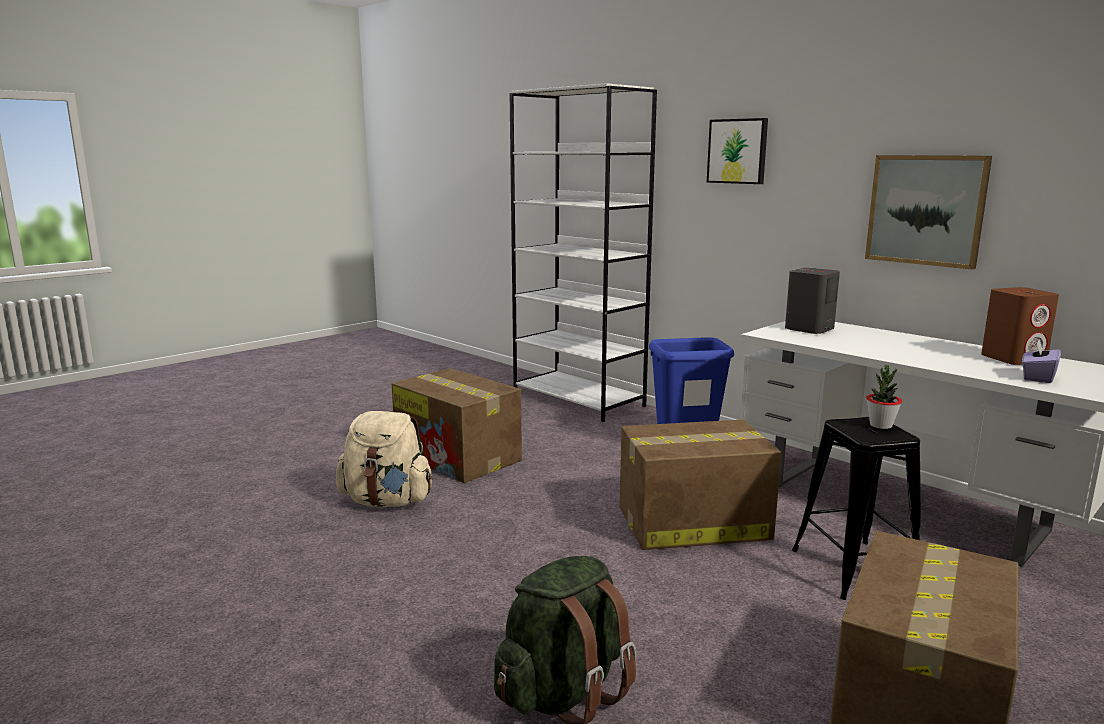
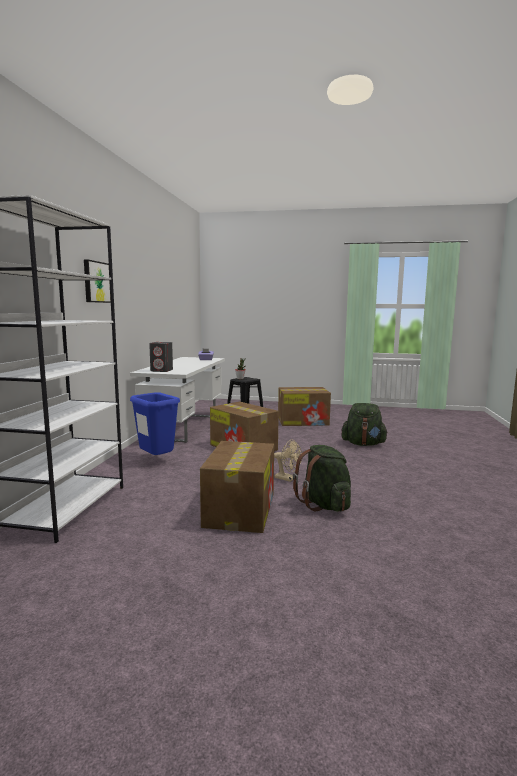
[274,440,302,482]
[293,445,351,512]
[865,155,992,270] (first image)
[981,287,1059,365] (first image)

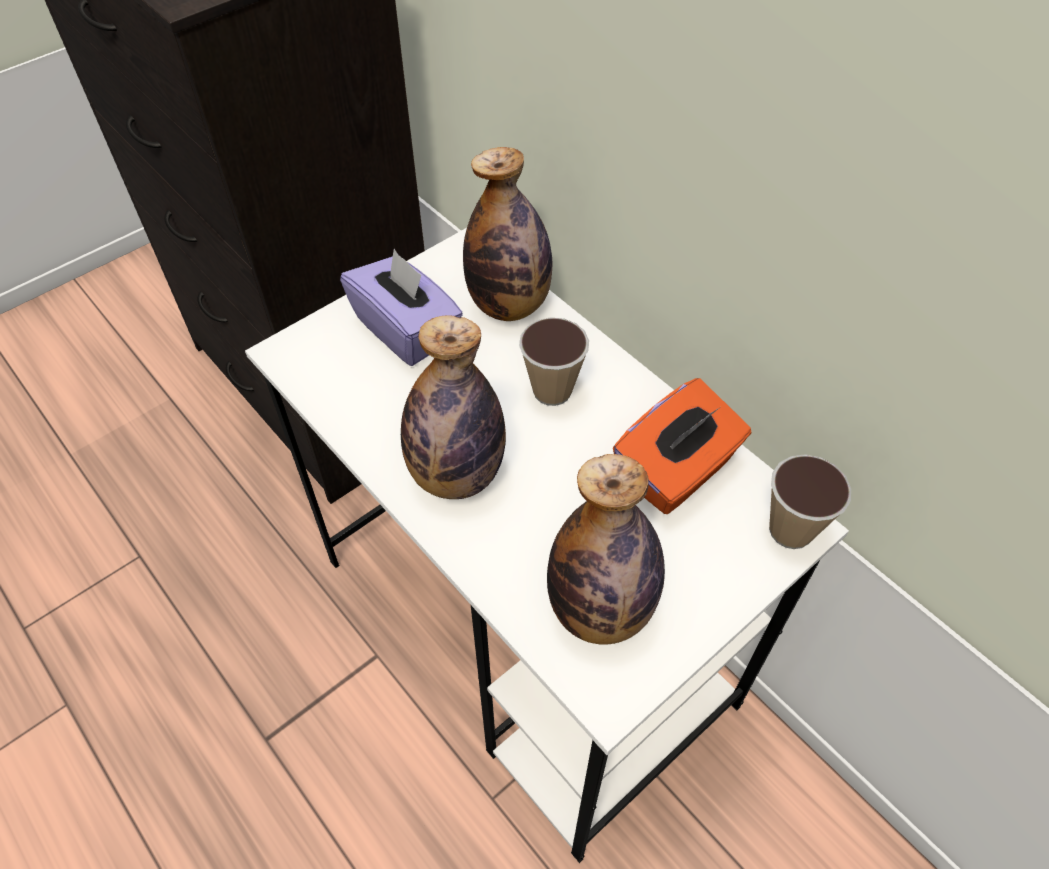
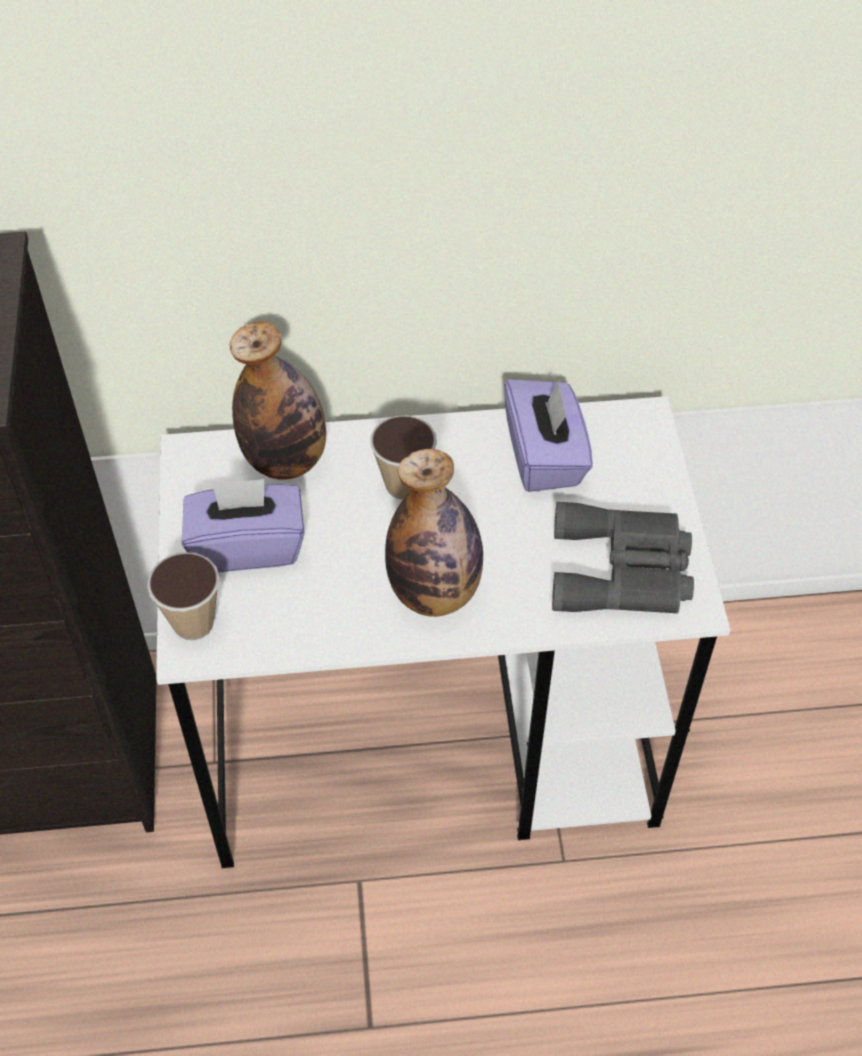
[147,552,220,640]
[504,380,593,492]
[552,502,694,614]

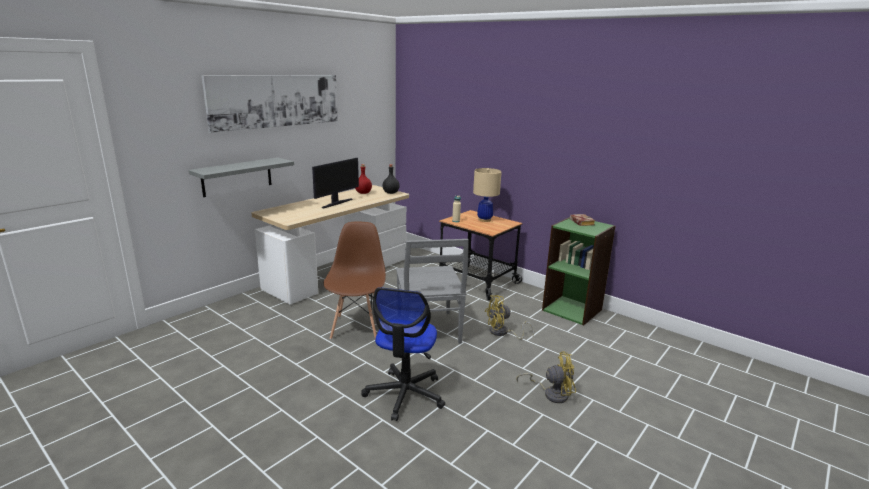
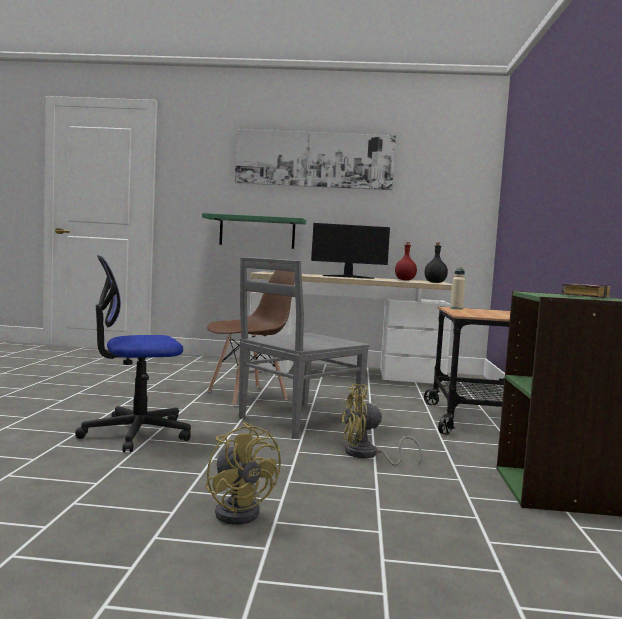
[202,213,306,249]
[341,384,422,466]
[473,168,502,222] (first image)

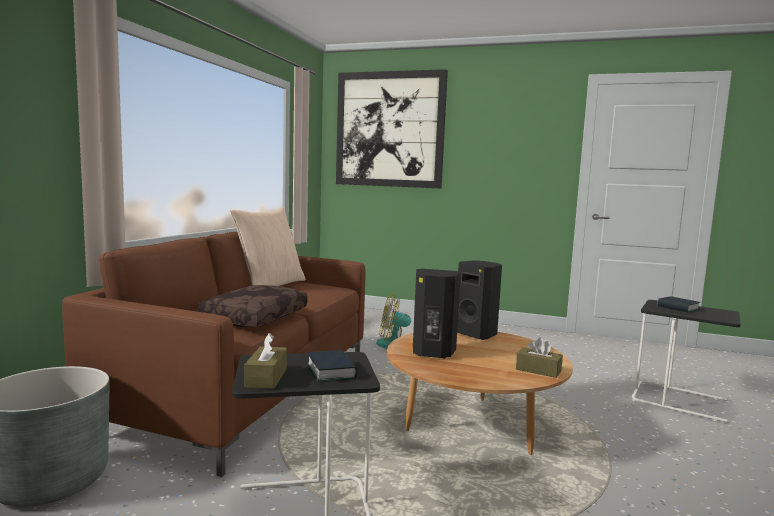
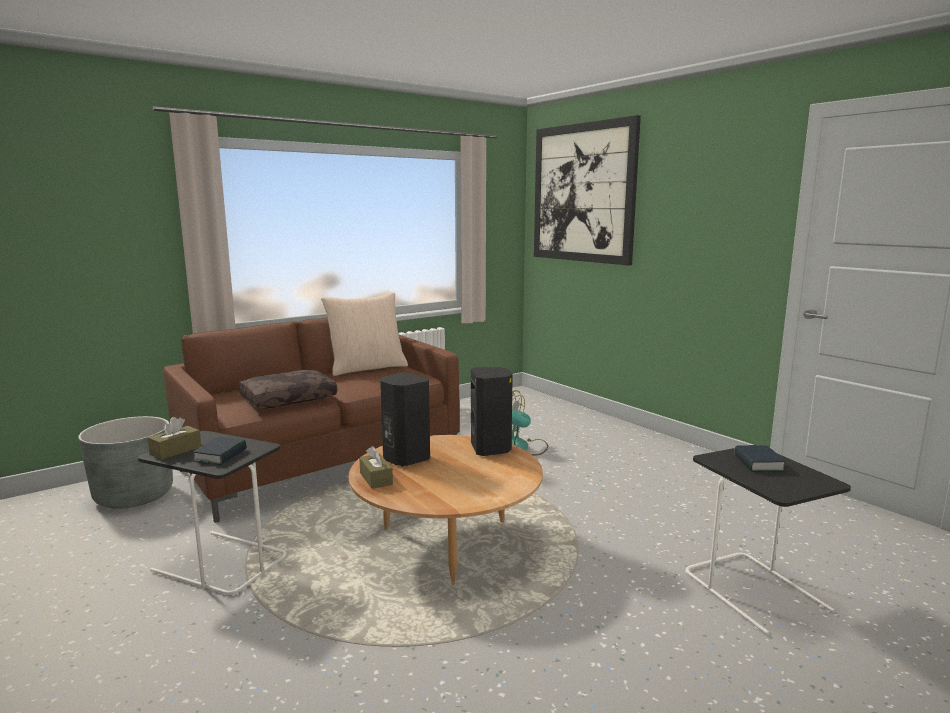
[359,446,393,489]

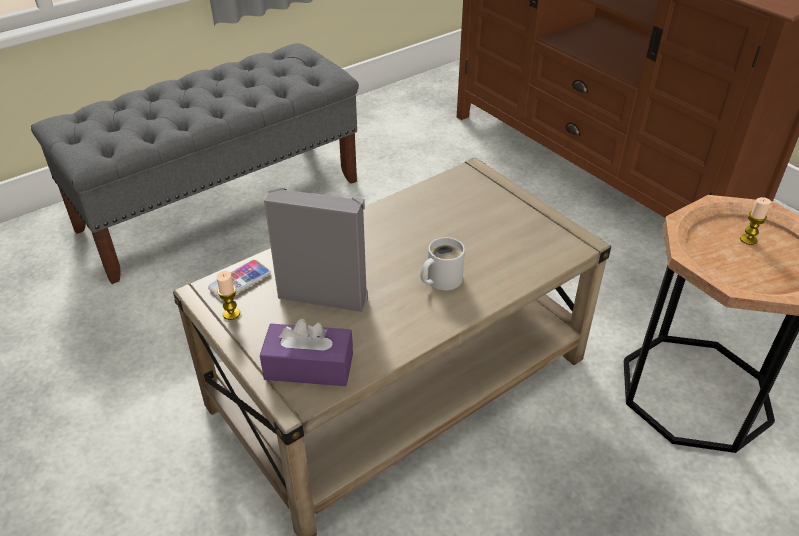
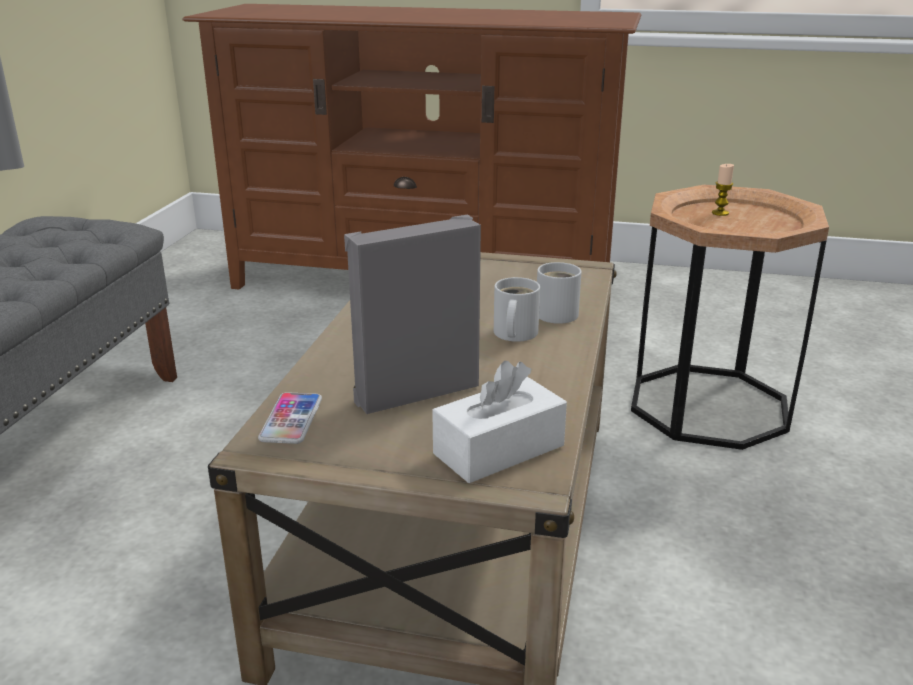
[432,361,567,483]
[537,262,581,324]
[217,271,240,320] (first image)

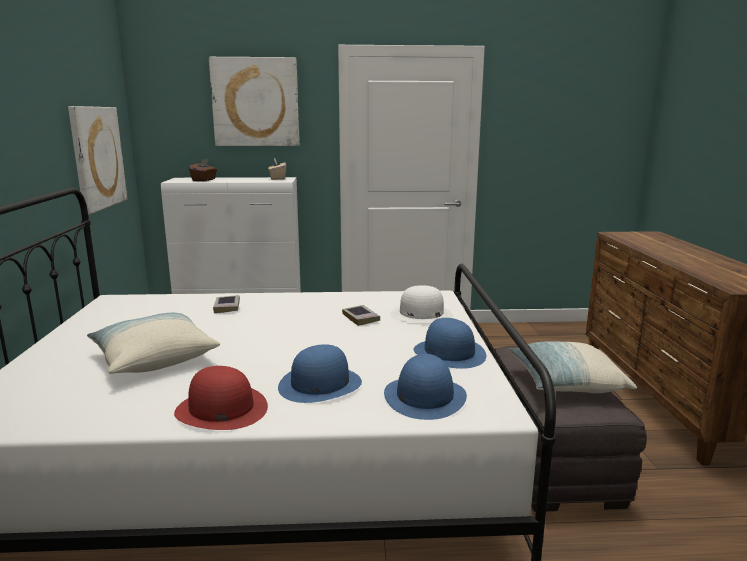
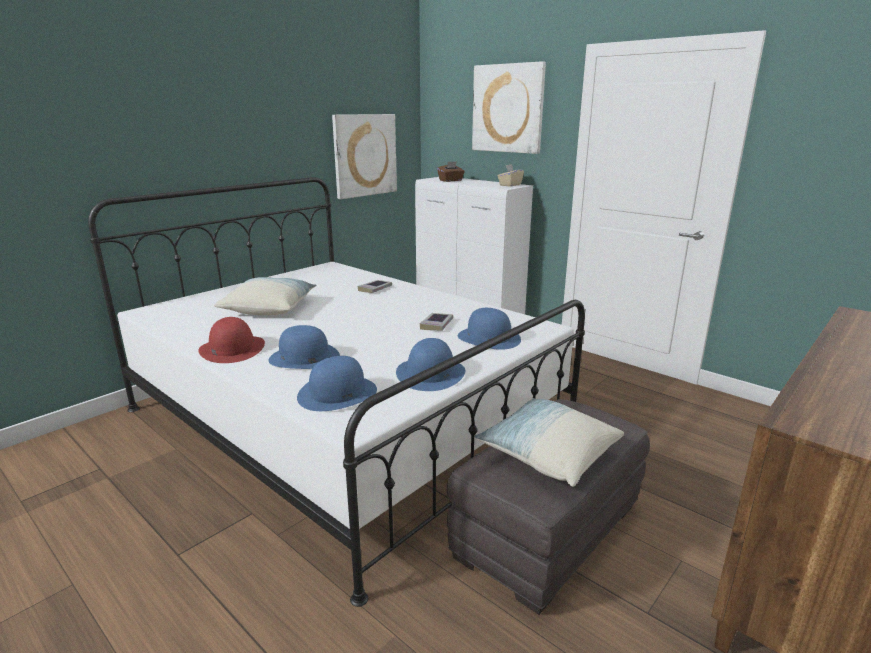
[458,308,521,350]

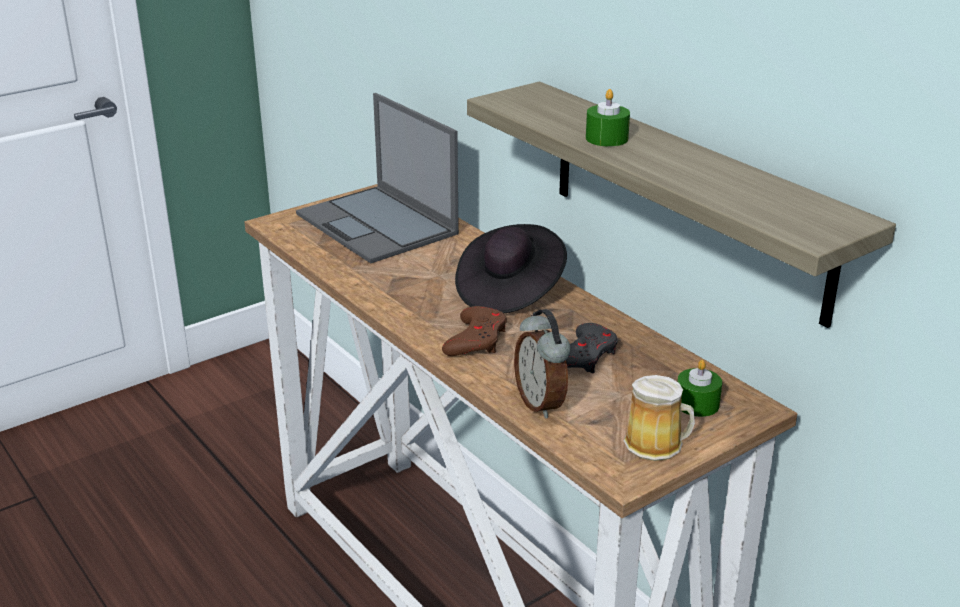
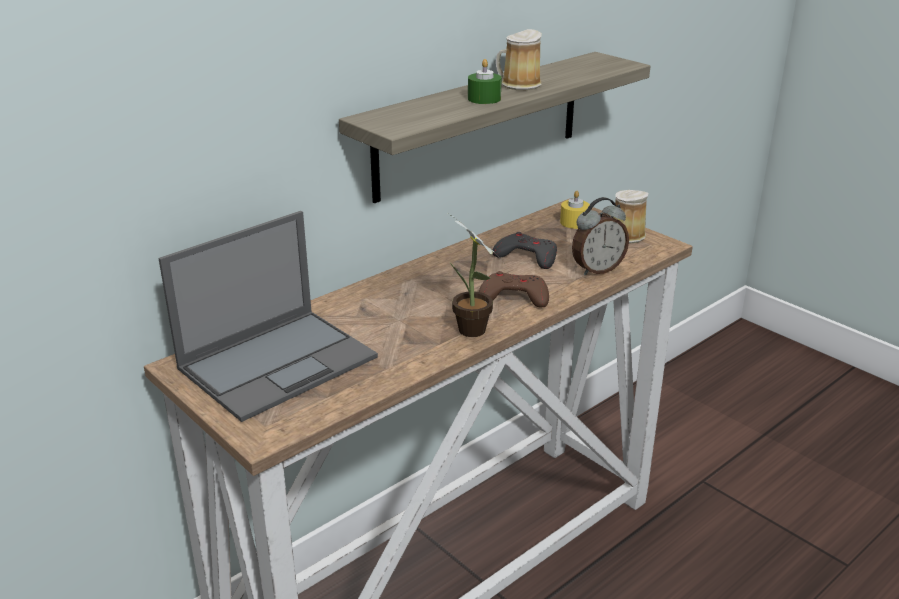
[449,214,503,337]
[496,29,542,90]
[560,191,590,229]
[455,224,567,313] (first image)

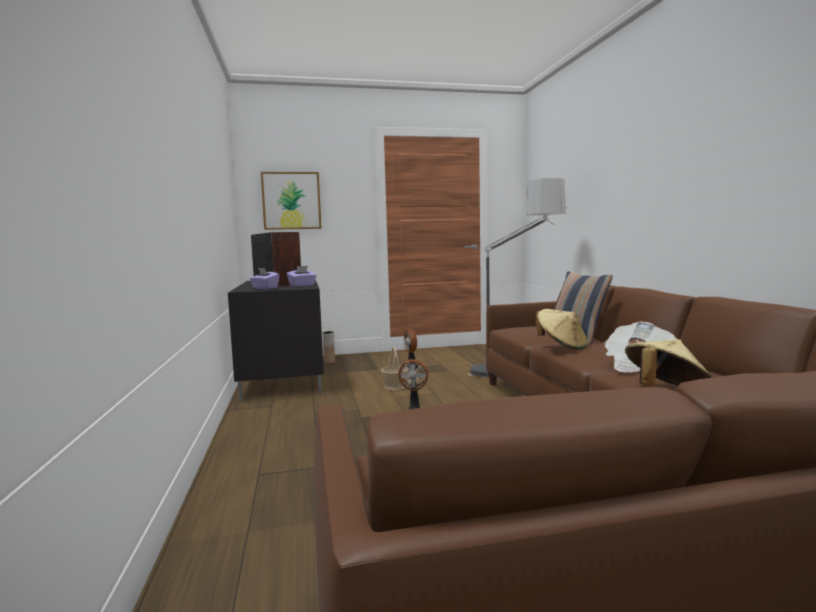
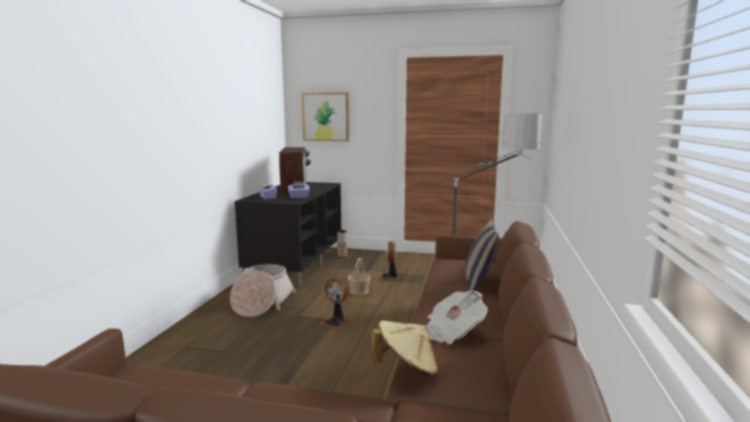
[230,264,296,317]
[536,309,588,350] (first image)

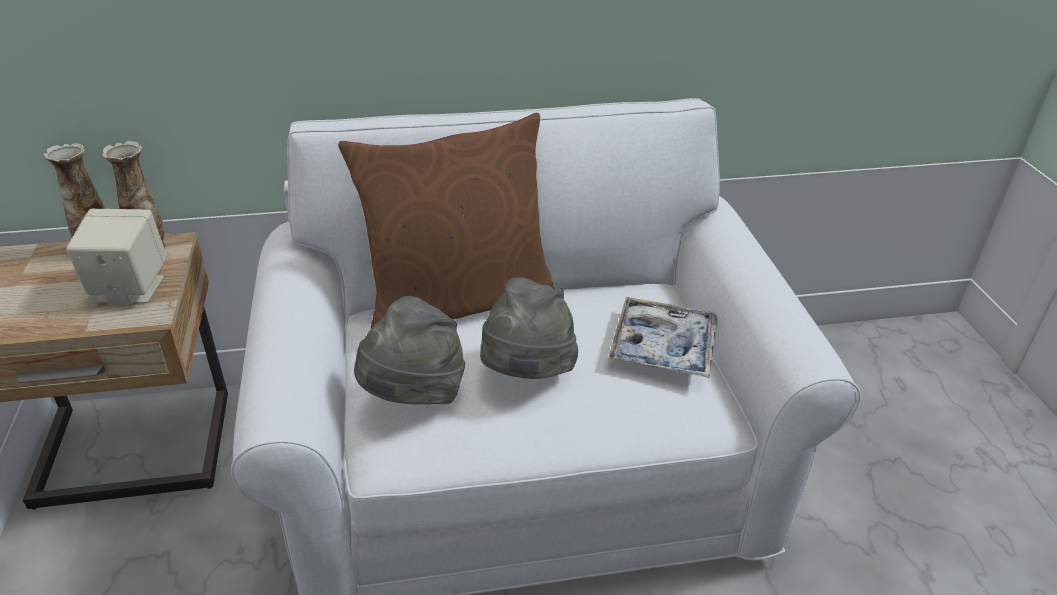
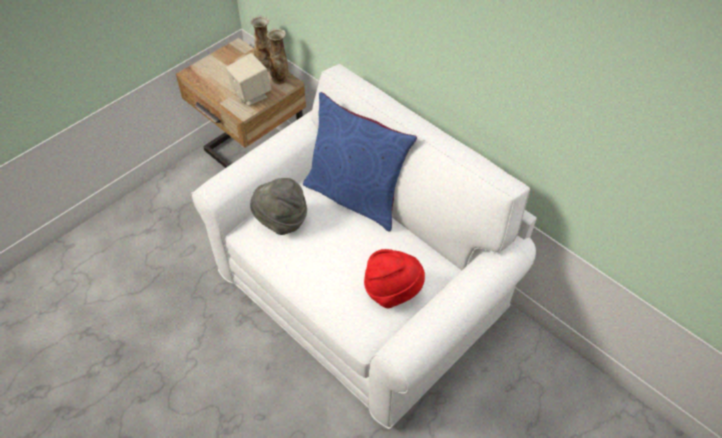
[303,92,417,232]
[364,249,425,308]
[480,277,578,379] (first image)

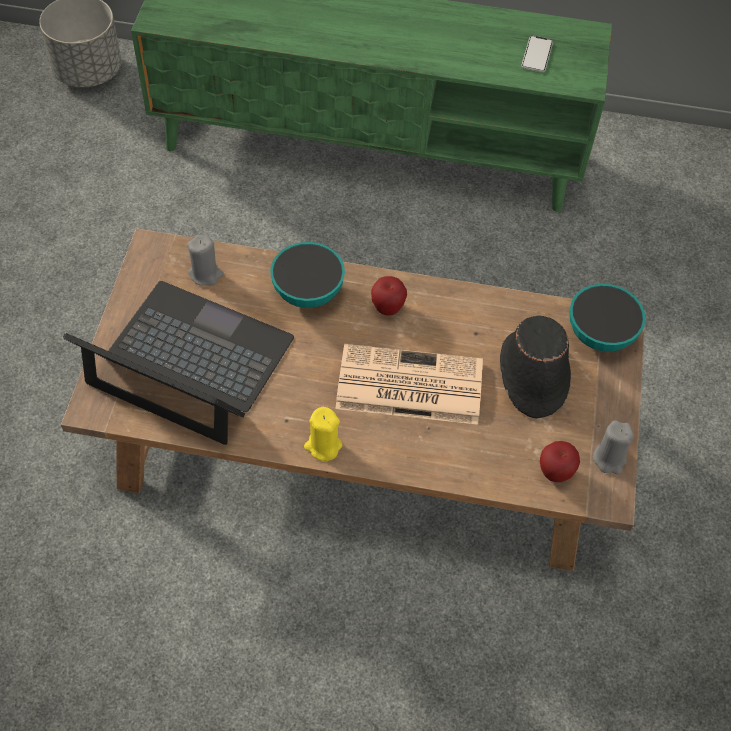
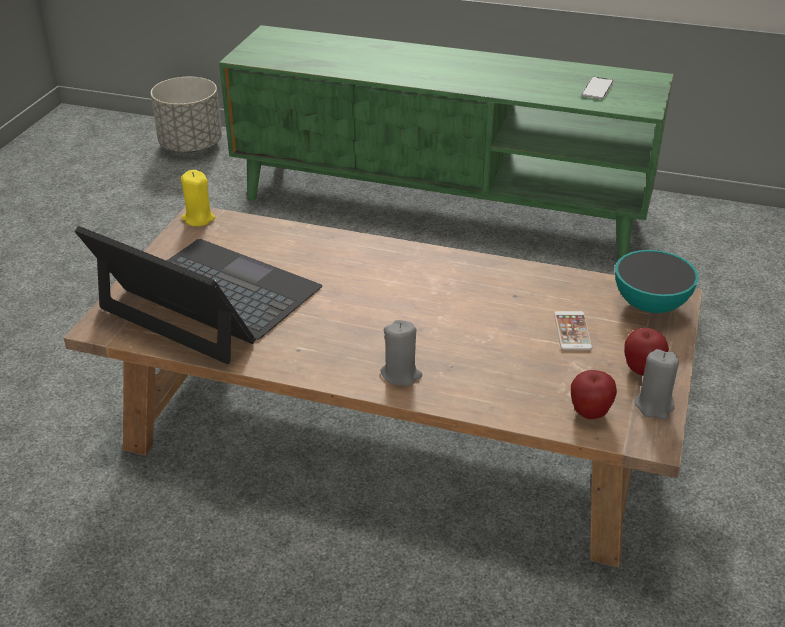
[181,170,215,227]
[380,320,422,386]
[554,311,592,351]
[624,328,669,375]
[270,242,345,308] (first image)
[335,344,483,425] (first image)

